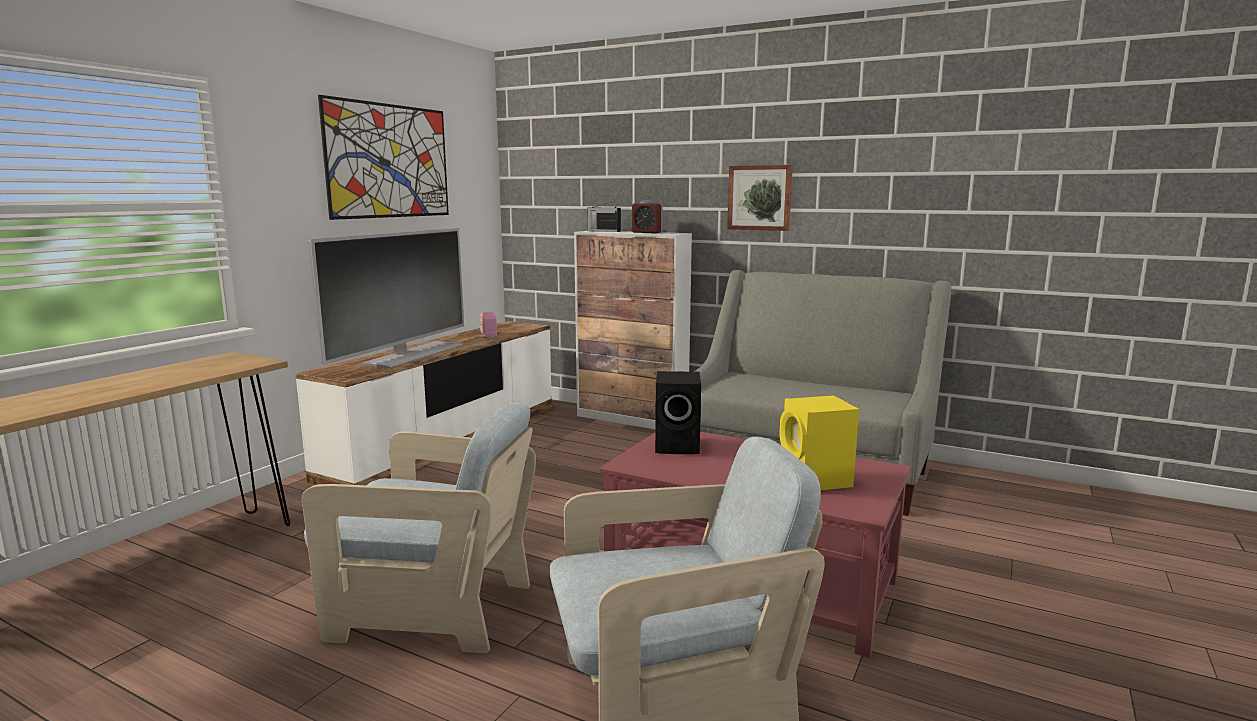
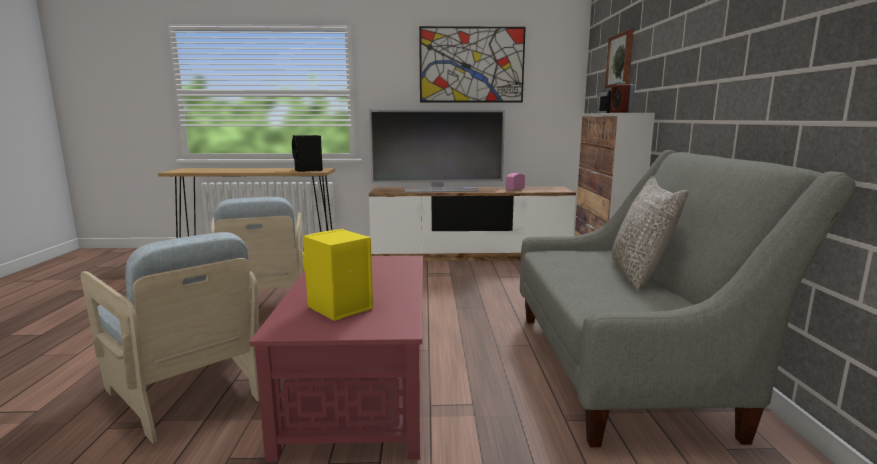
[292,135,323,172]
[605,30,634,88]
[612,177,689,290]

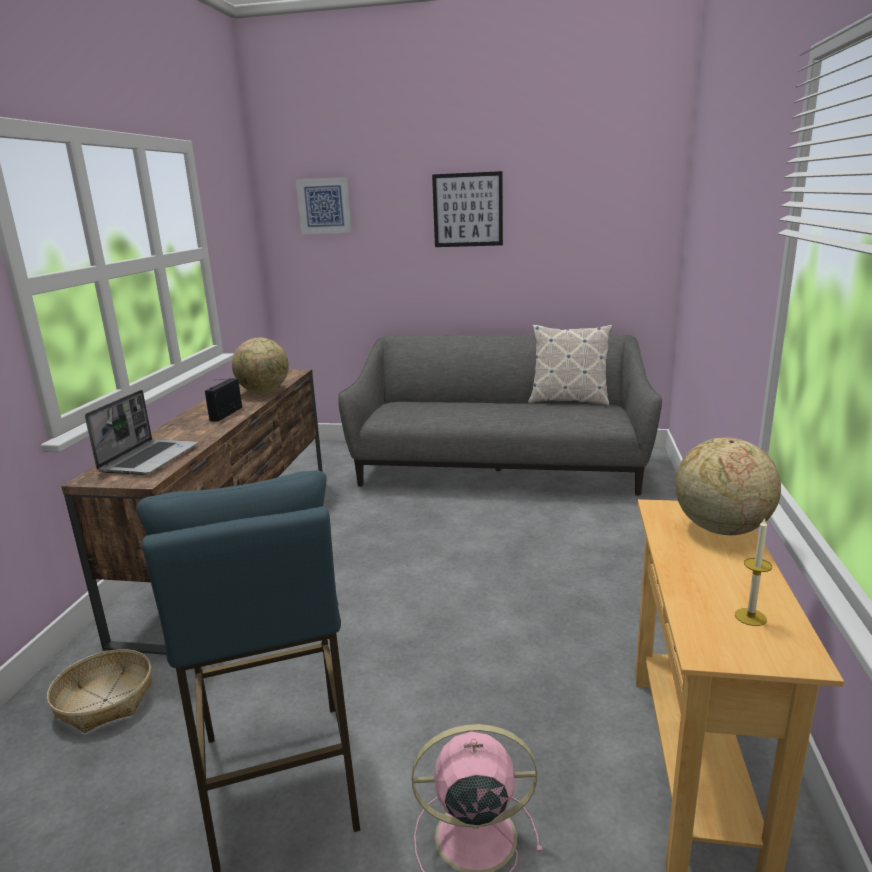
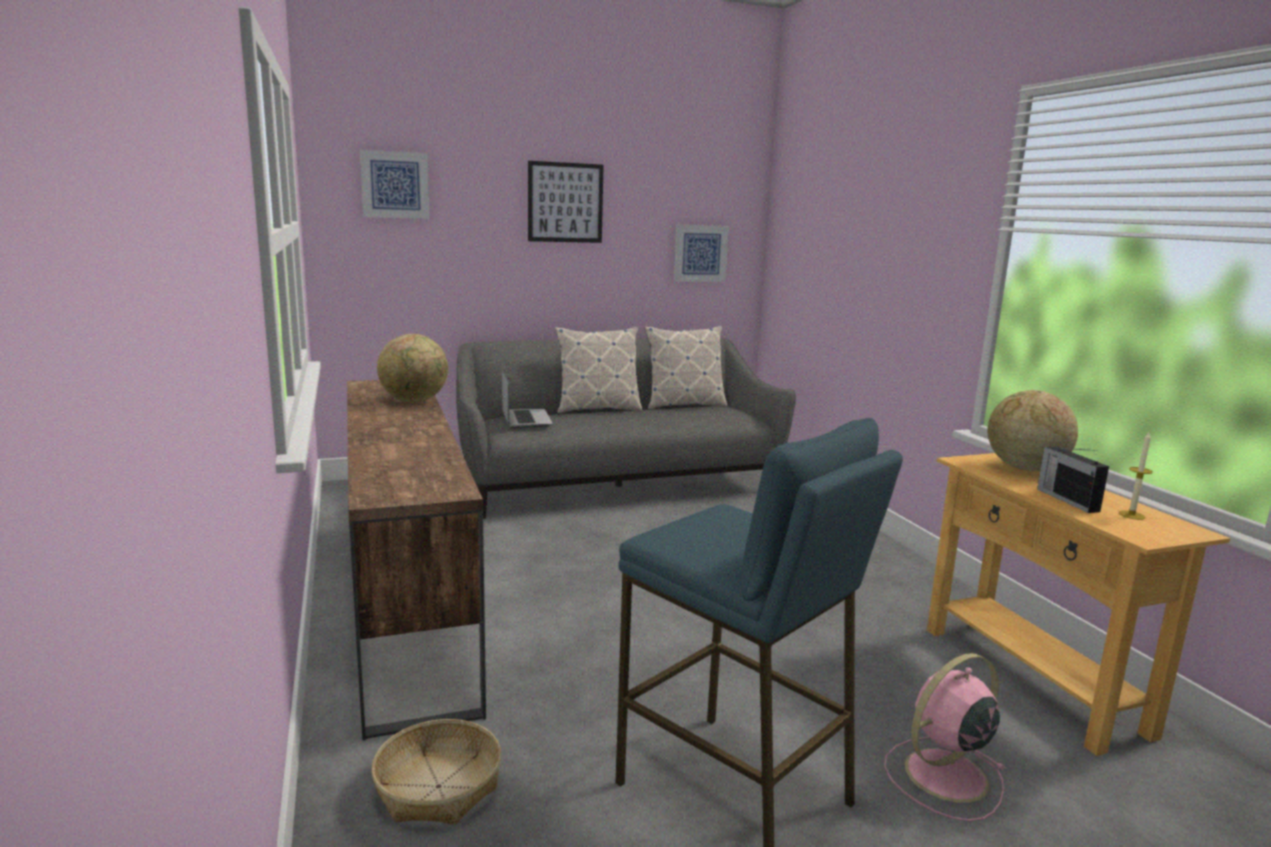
[502,371,553,428]
[555,327,642,413]
[674,225,729,282]
[1037,446,1109,513]

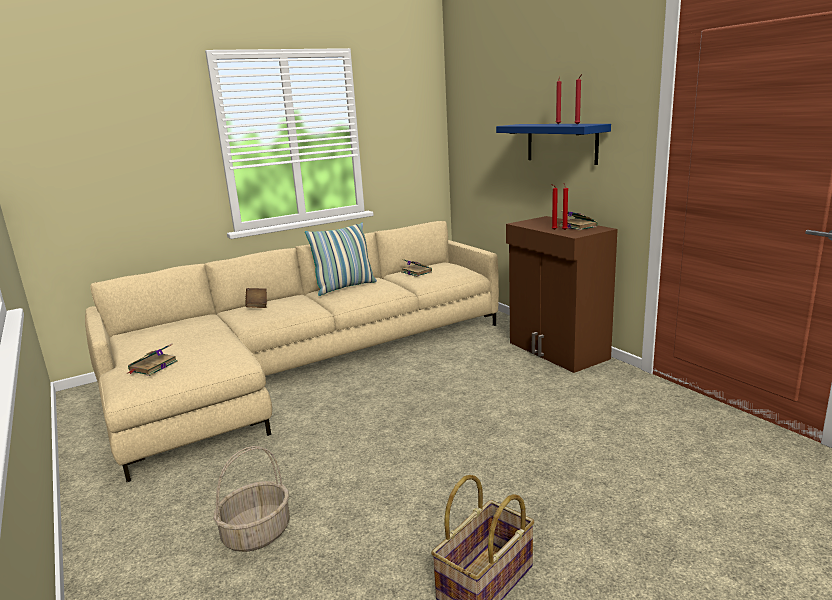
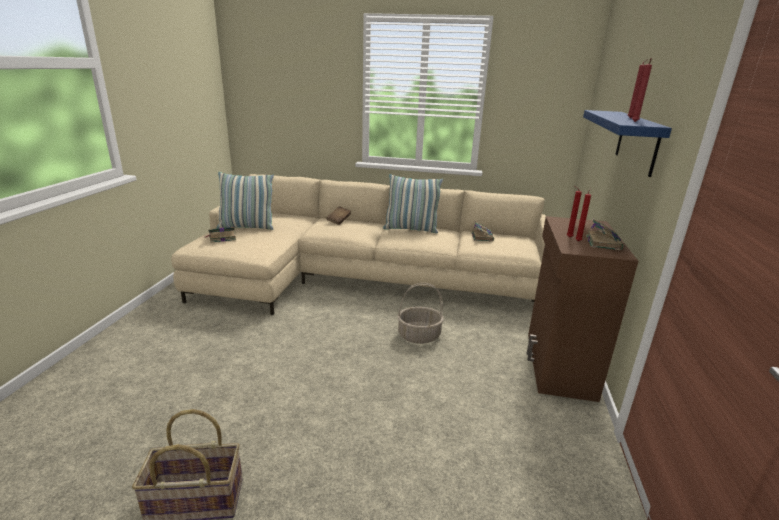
[217,172,274,230]
[397,283,444,344]

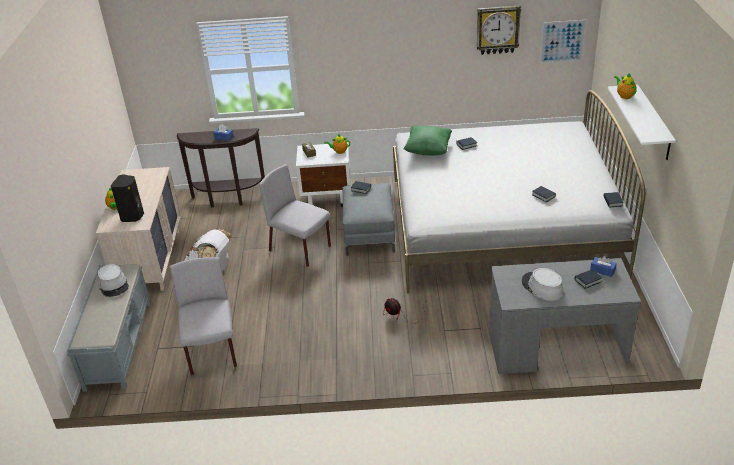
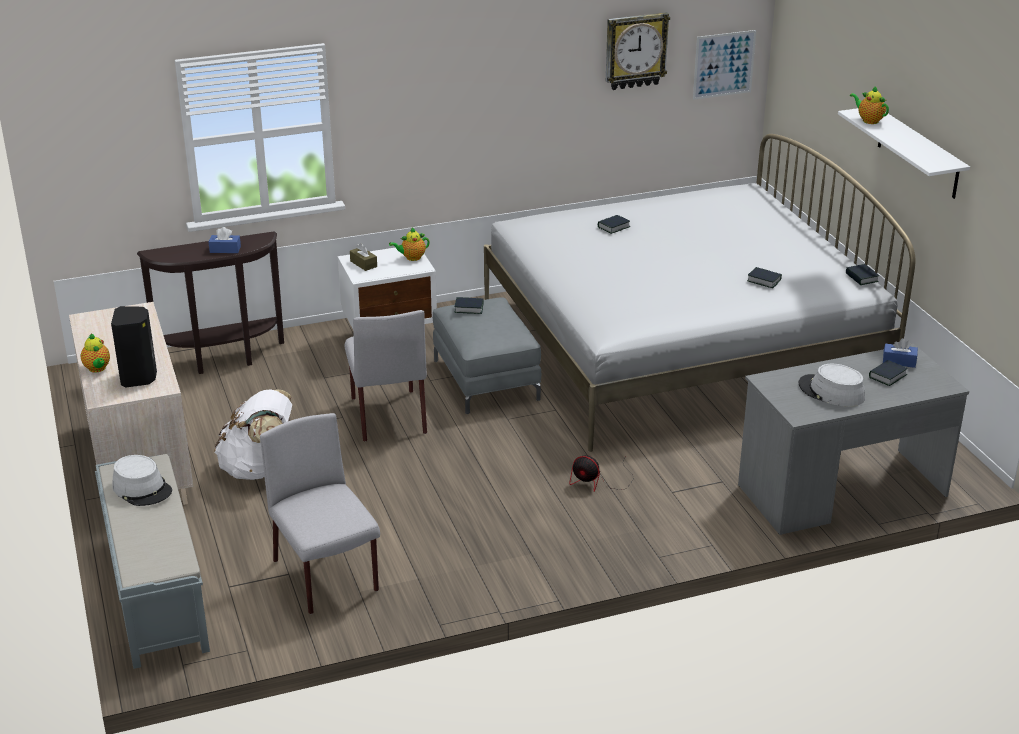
[344,310,427,442]
[403,126,452,156] (first image)

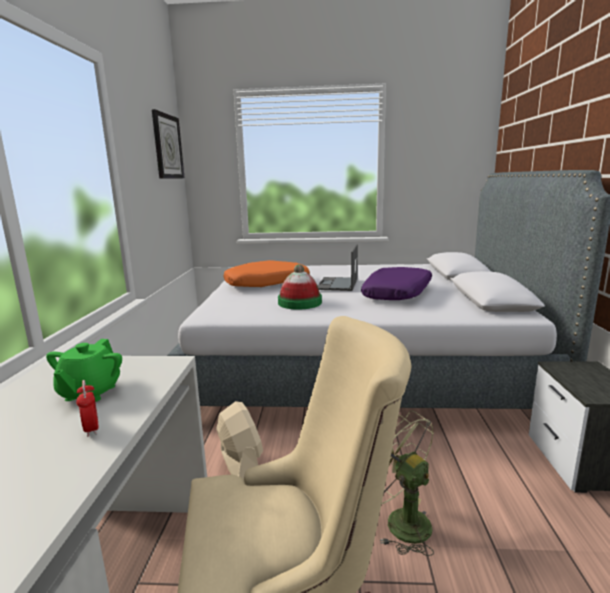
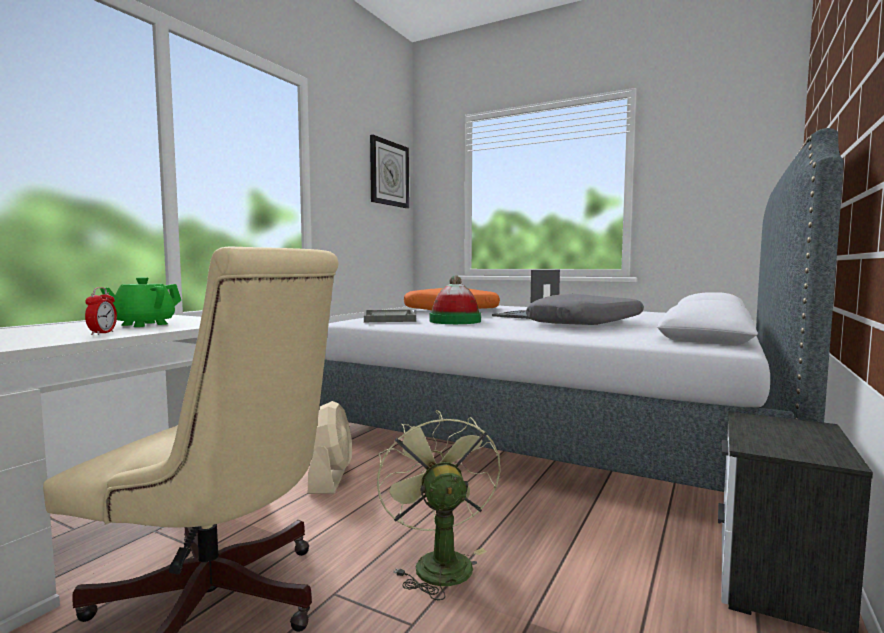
[364,310,416,322]
[526,294,644,325]

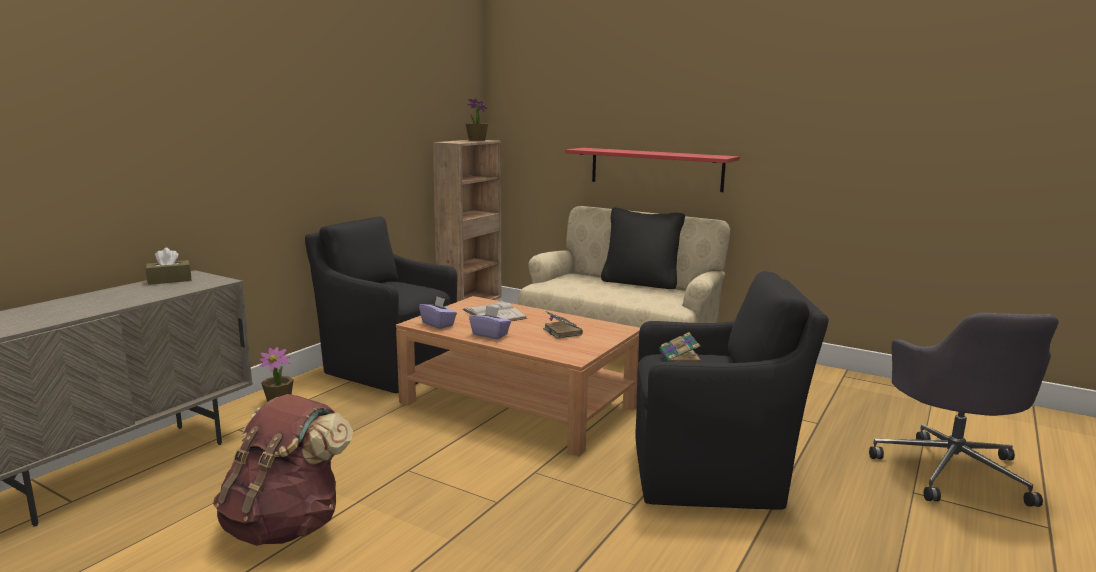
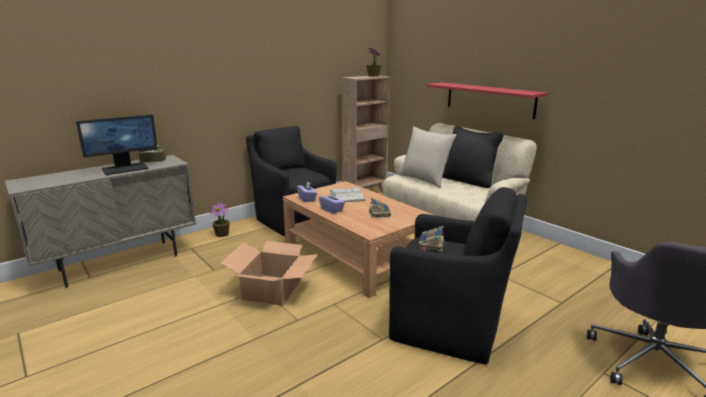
[76,114,158,175]
[220,241,318,306]
[399,127,456,188]
[213,394,353,546] (first image)

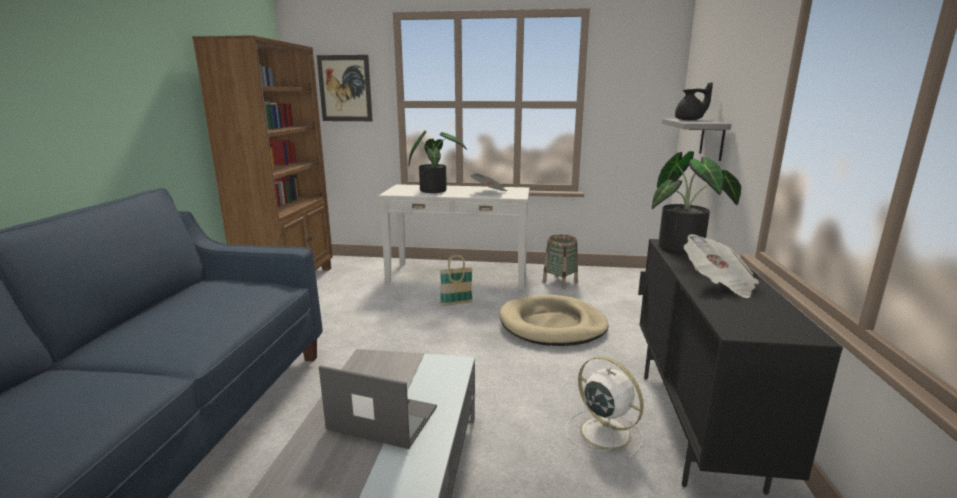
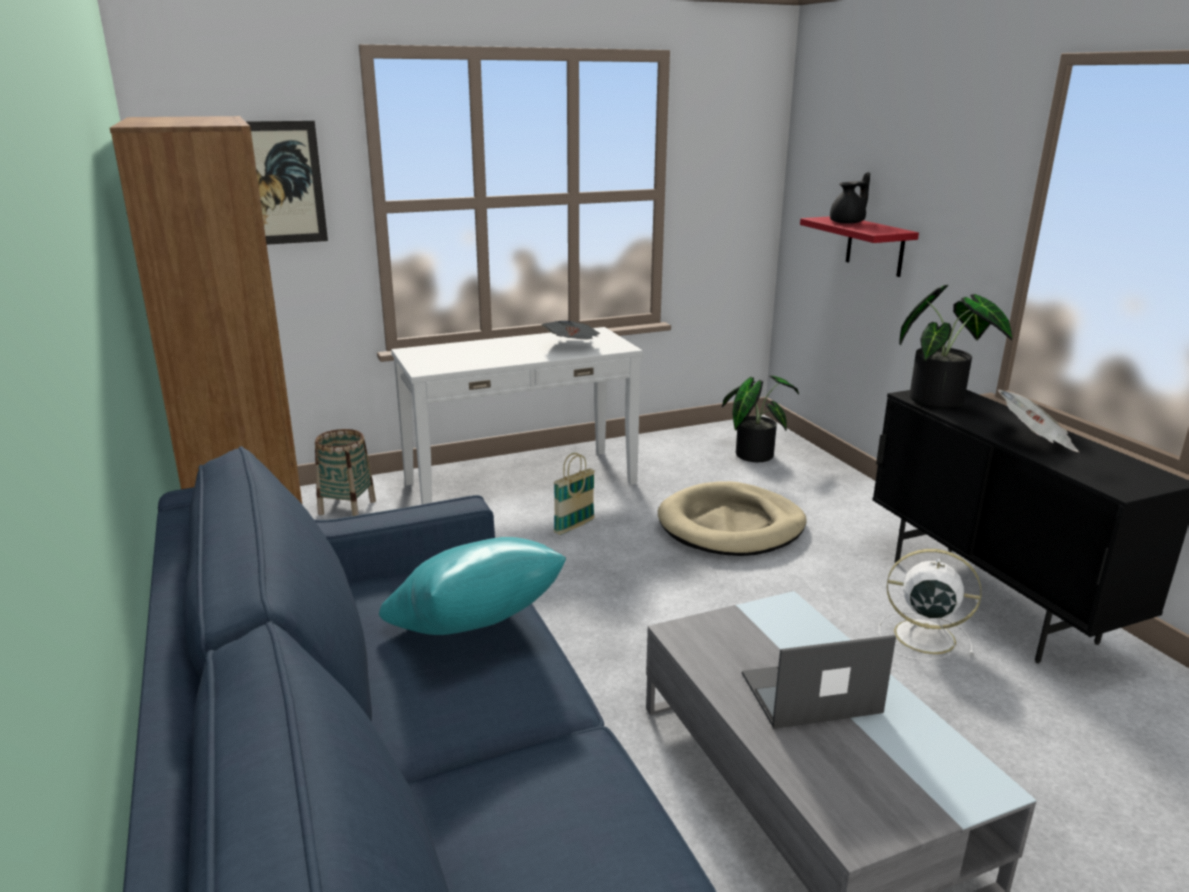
[315,429,376,516]
[379,537,566,635]
[722,376,799,462]
[800,216,919,277]

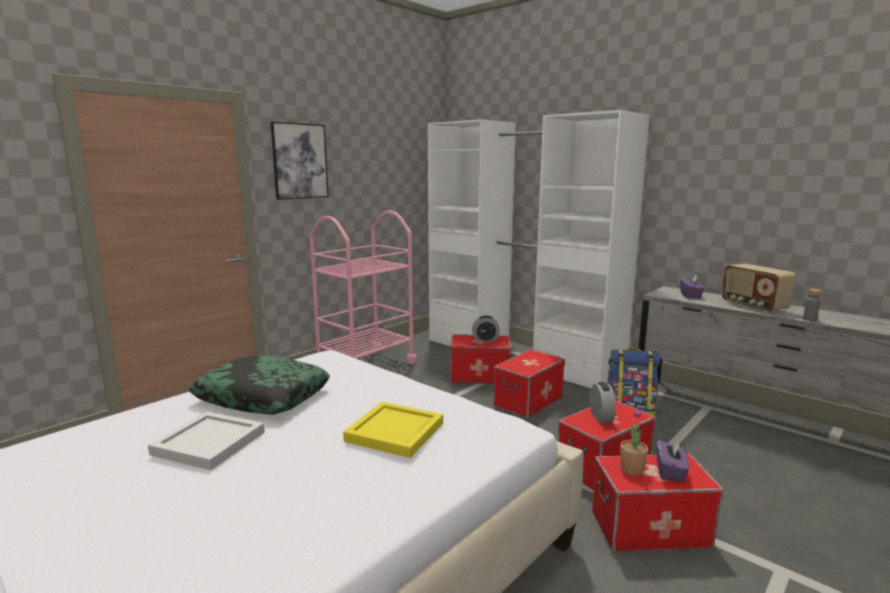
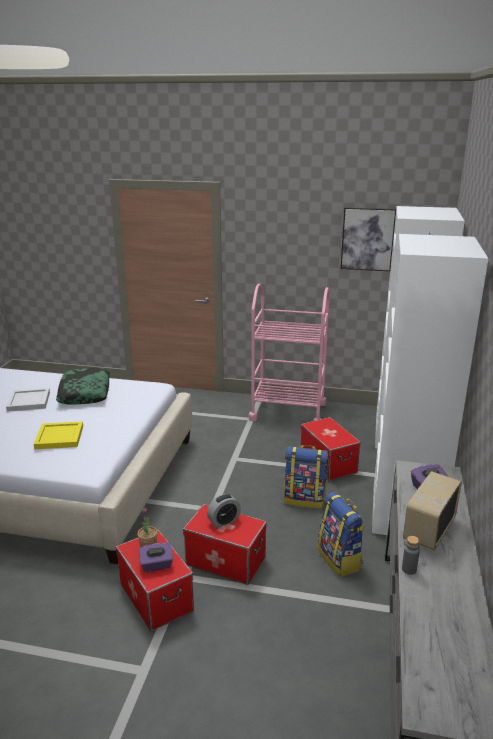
[284,445,329,509]
[341,207,396,271]
[472,315,500,342] (first image)

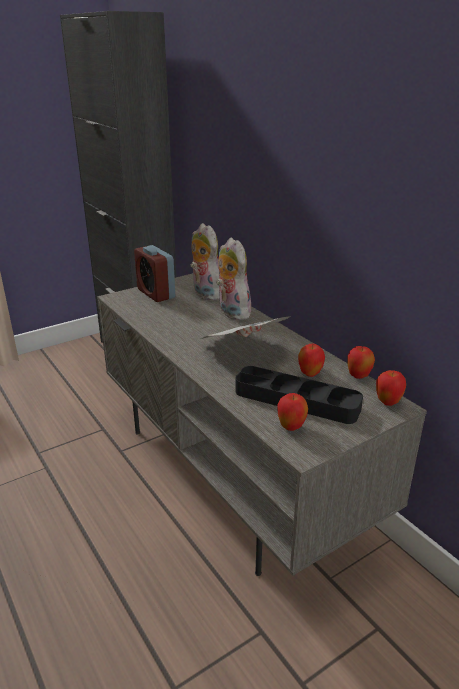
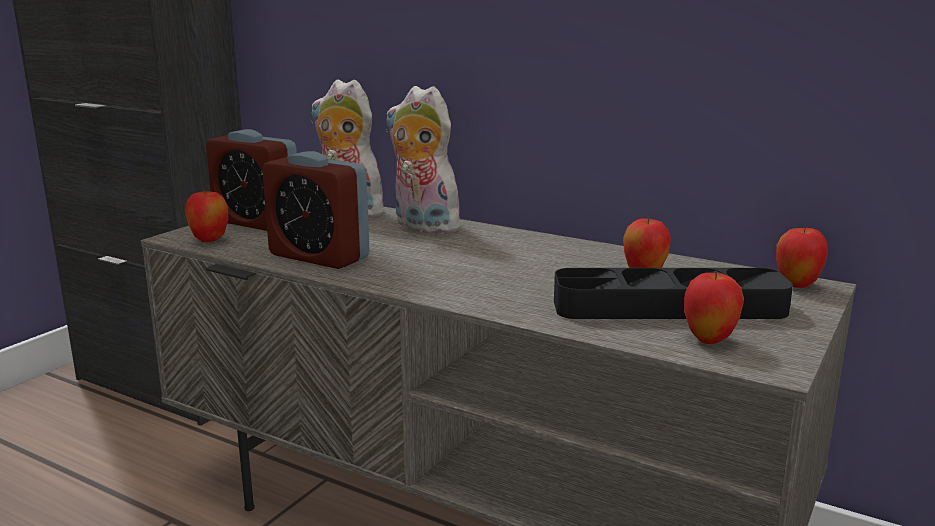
[185,189,228,242]
[262,151,369,269]
[201,317,289,339] (first image)

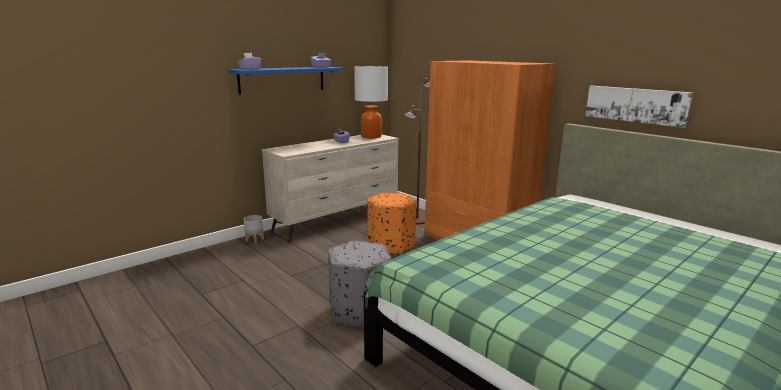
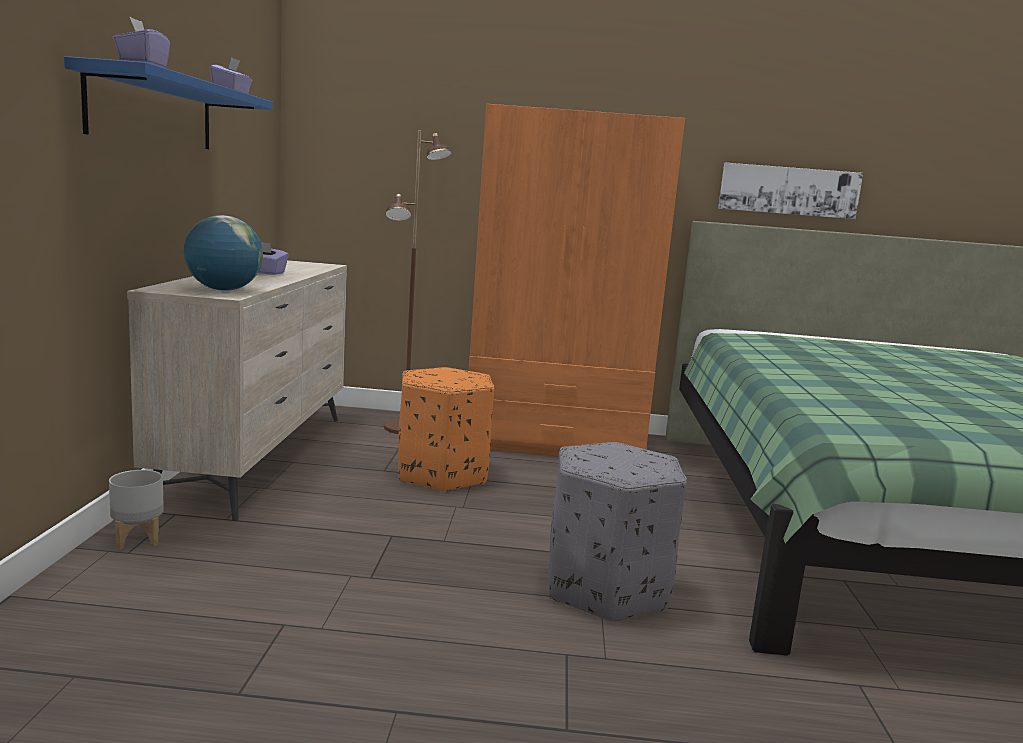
[184,215,263,291]
[354,66,388,139] (first image)

